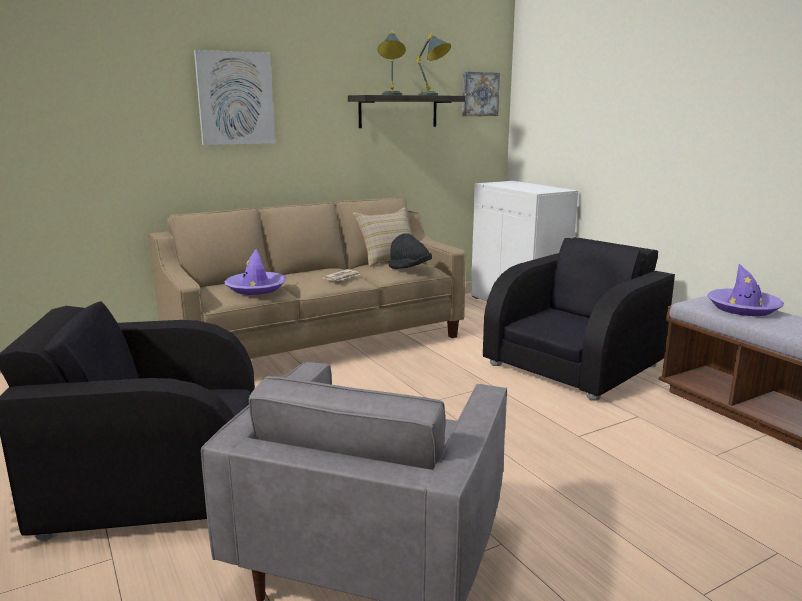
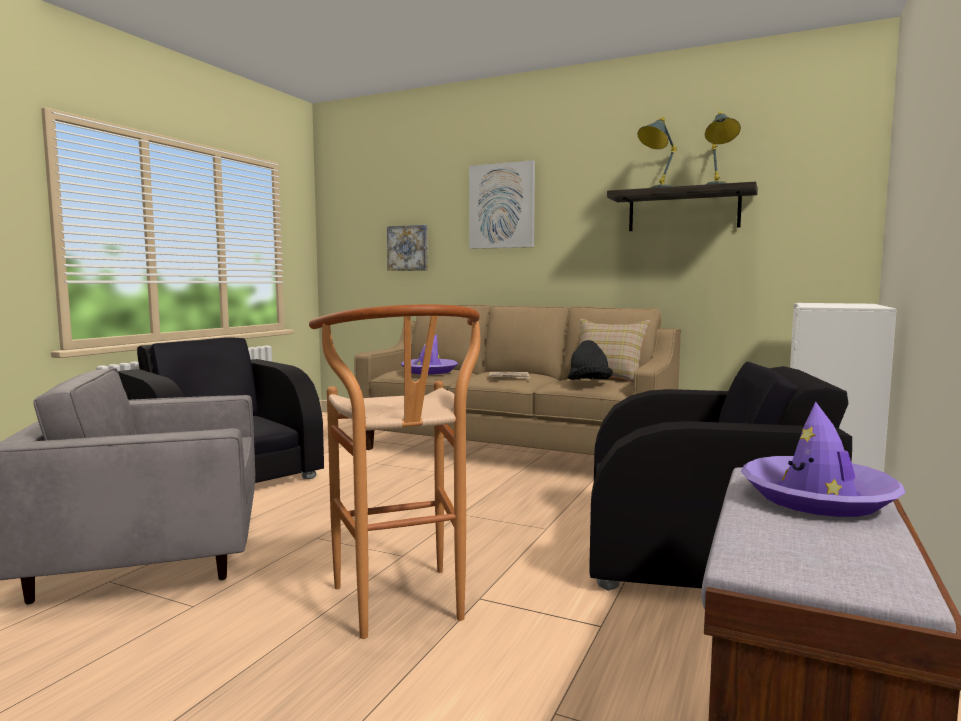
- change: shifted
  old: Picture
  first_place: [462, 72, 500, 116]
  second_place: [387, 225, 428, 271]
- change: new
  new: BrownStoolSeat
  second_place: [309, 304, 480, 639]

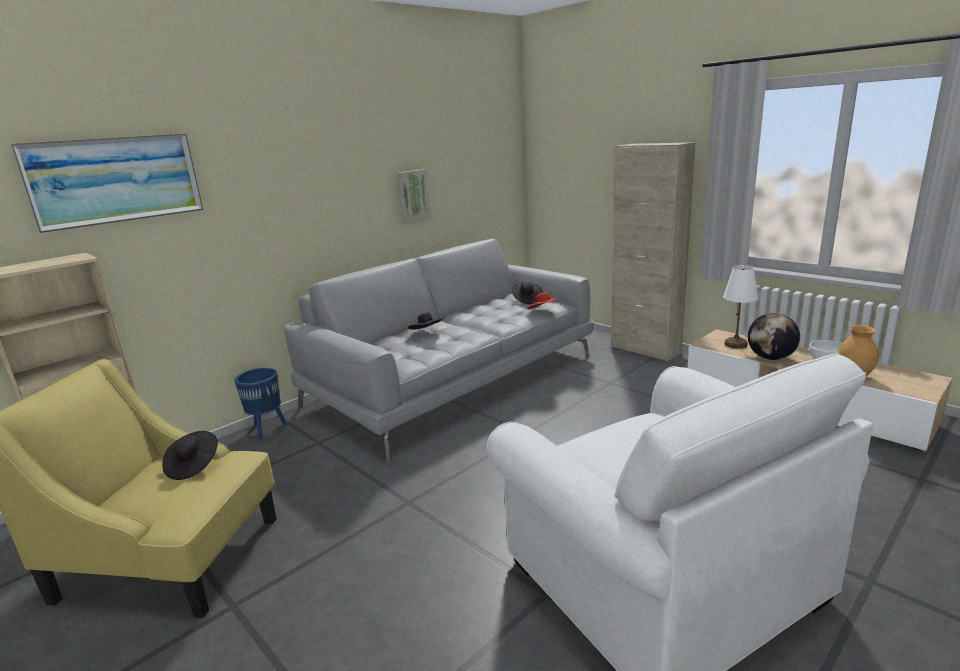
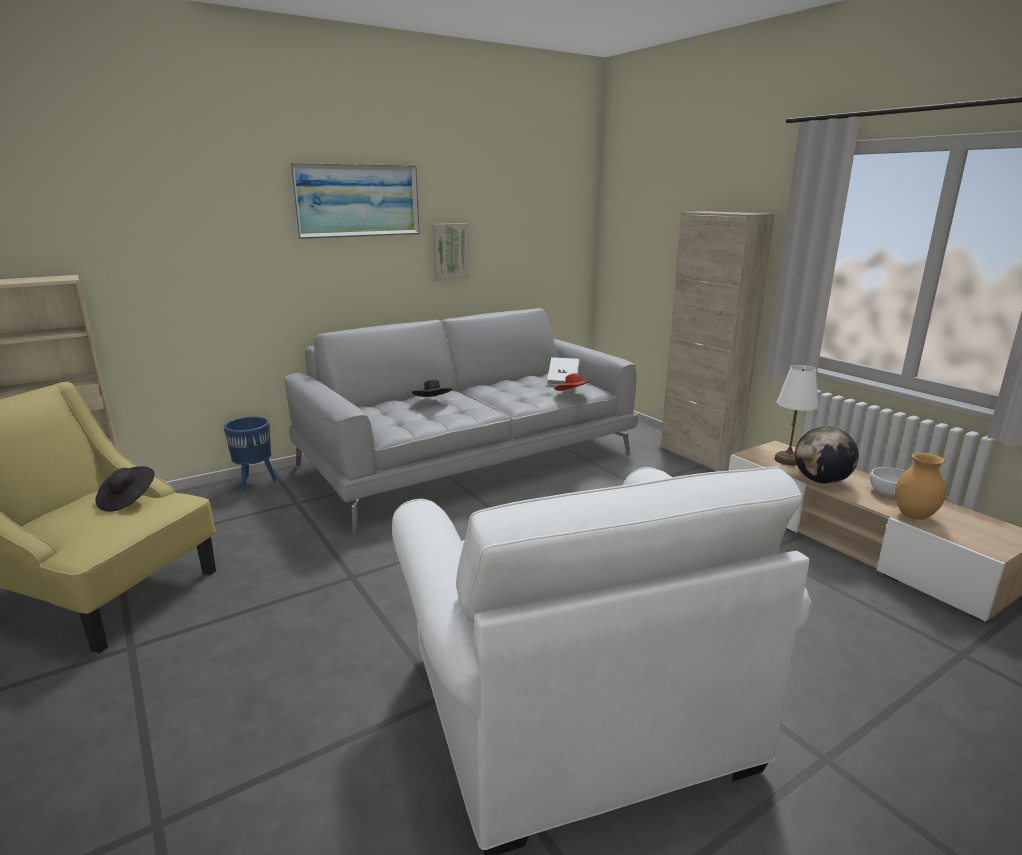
- change: shifted
  old: Picture
  first_place: [10, 133, 204, 233]
  second_place: [289, 163, 420, 239]
- change: swapped
  old: BlackishClothingHat
  new: WhiteColouredBook
  first_place: [512, 281, 543, 304]
  second_place: [547, 357, 580, 385]

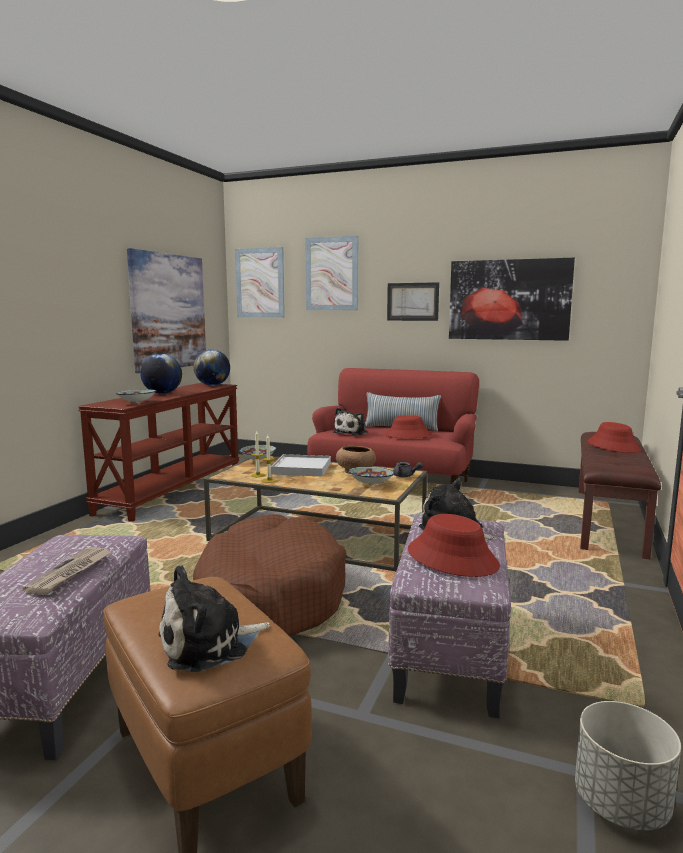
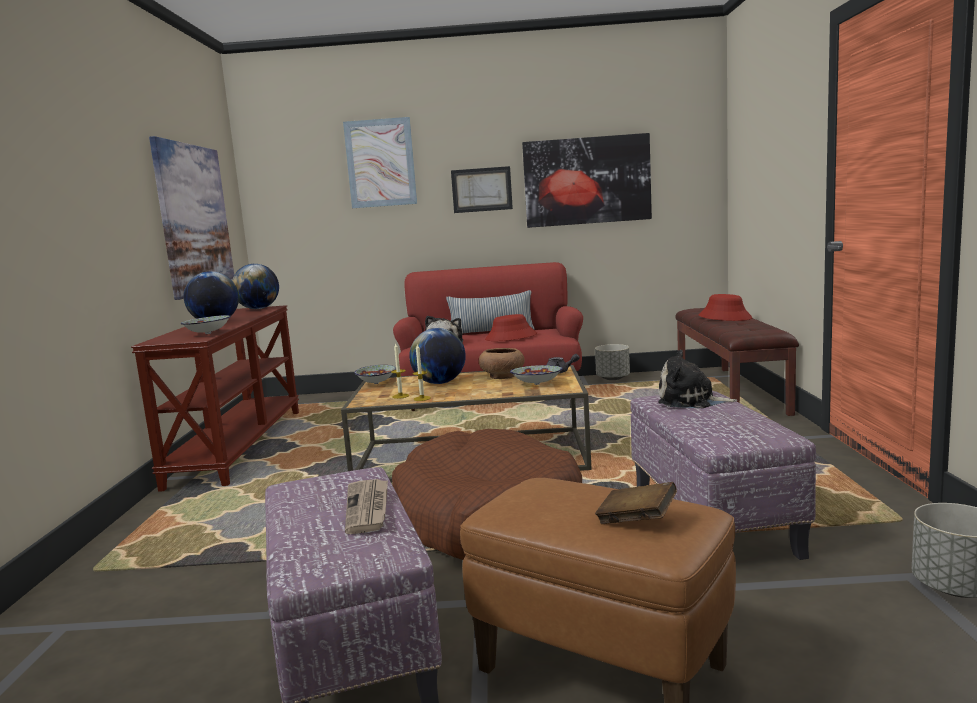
- change: swapped
  old: PlushToy
  new: BrownBook
  first_place: [158, 565, 270, 672]
  second_place: [595, 482, 677, 524]
- change: gone
  old: Picture
  first_place: [235, 247, 285, 318]
- change: swapped
  old: WhiteColouredCarryingTray
  new: DeskGlobe
  first_place: [271, 454, 331, 476]
  second_place: [409, 328, 466, 384]
- change: gone
  old: RedColouredClothingHat
  first_place: [408, 514, 500, 577]
- change: new
  new: GrayPlantPot
  second_place: [595, 344, 630, 380]

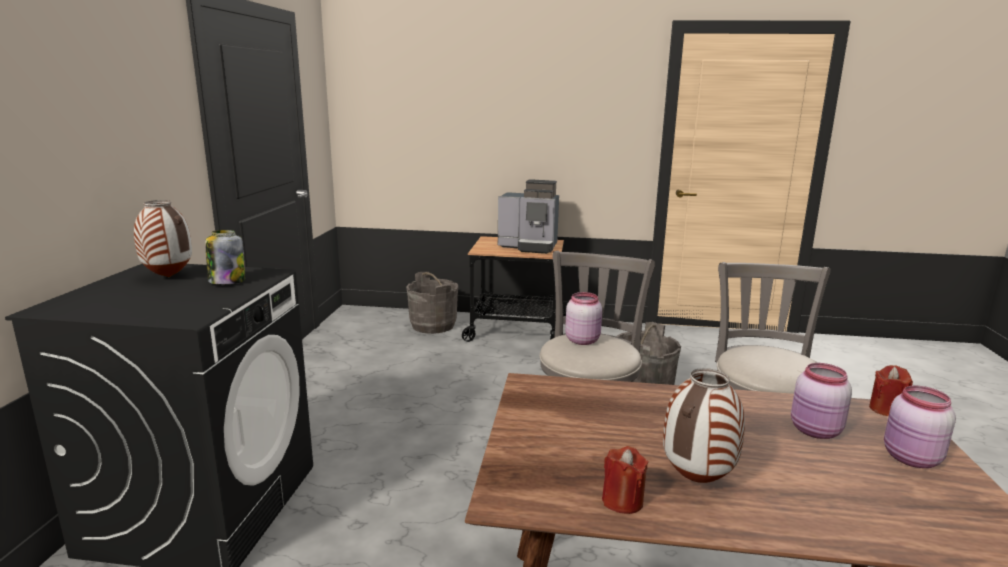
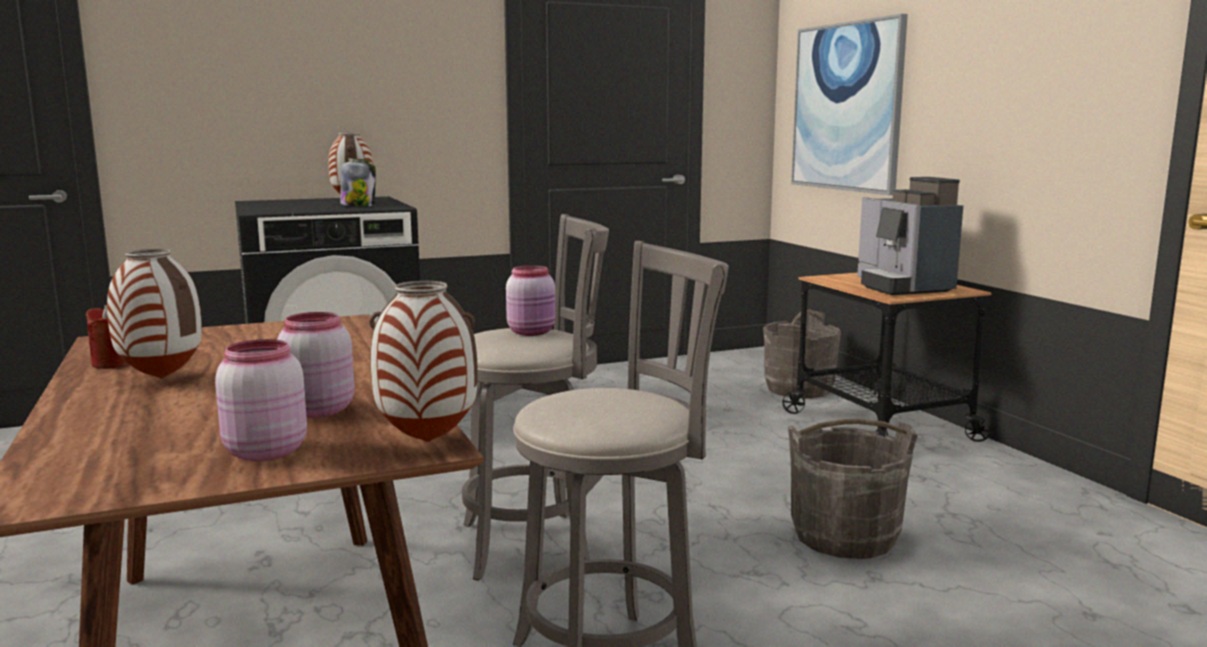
- change: swapped
  old: RedColouredCandle
  new: Vase
  first_place: [869, 365, 913, 416]
  second_place: [369, 281, 478, 442]
- change: new
  new: Picture
  second_place: [791, 14, 908, 195]

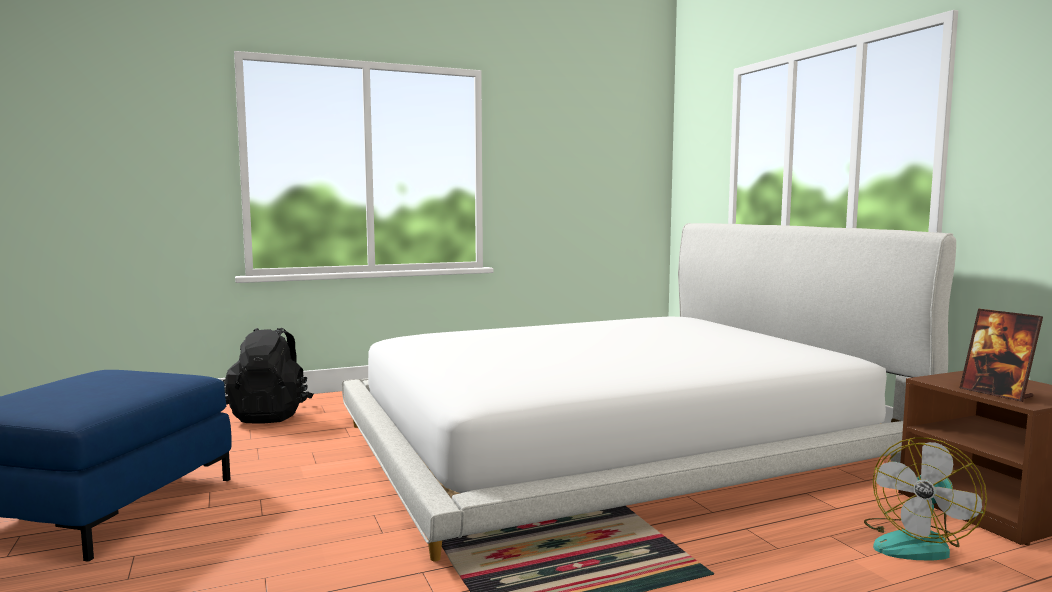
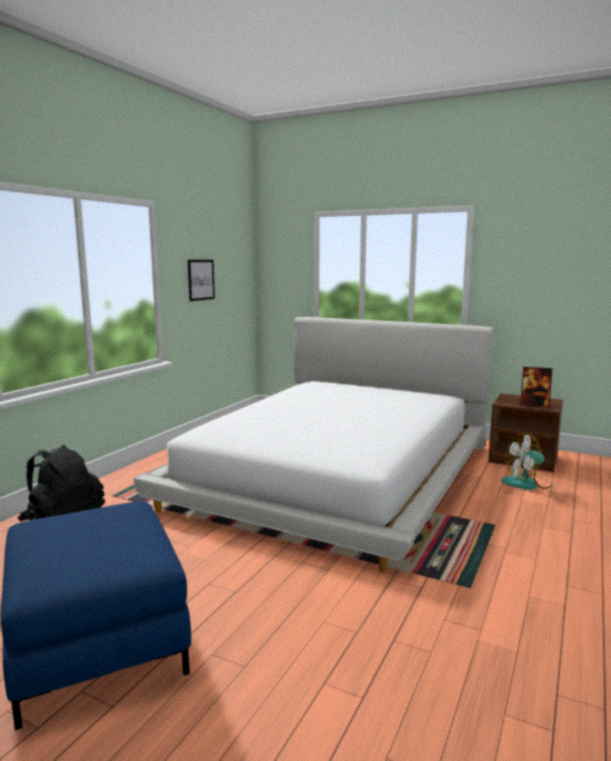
- change: rotated
  old: ElectricFan
  first_place: [864, 438, 987, 561]
  second_place: [501, 432, 553, 490]
  degrees: 75
- change: new
  new: Picture
  second_place: [188, 260, 215, 301]

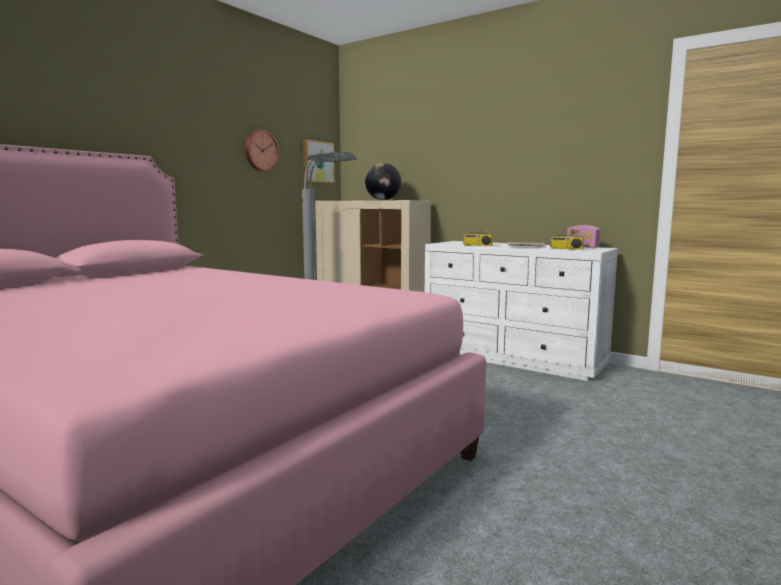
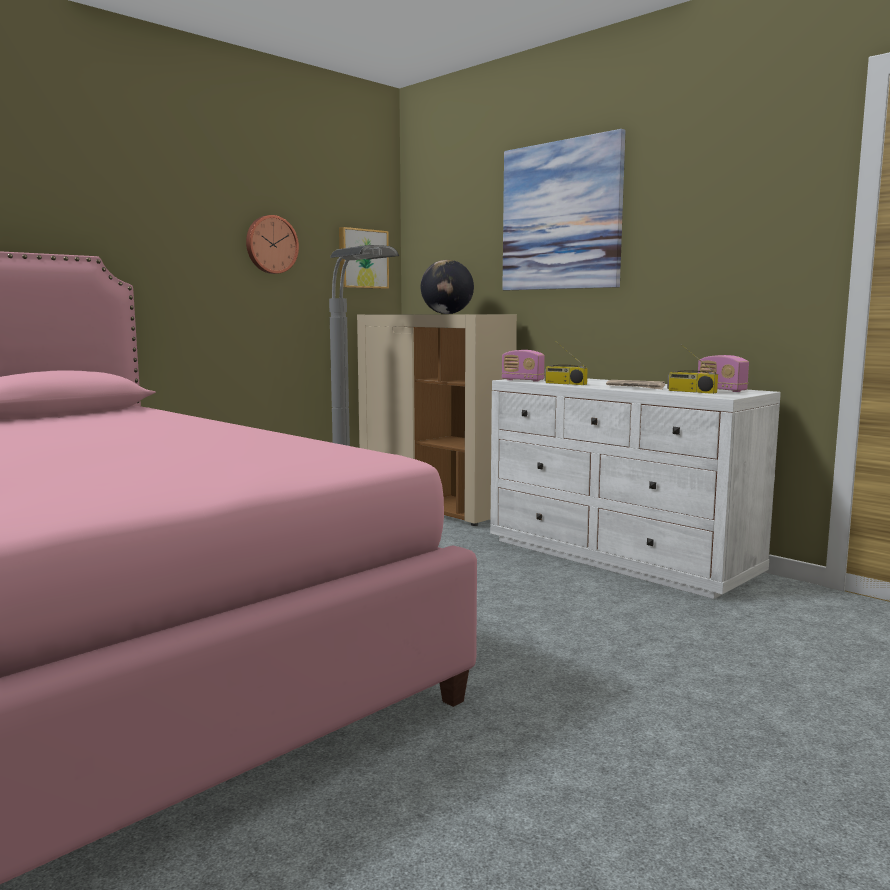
- change: new
  new: Picture
  second_place: [502, 129, 626, 290]
- change: new
  new: RadioSet
  second_place: [502, 350, 545, 382]

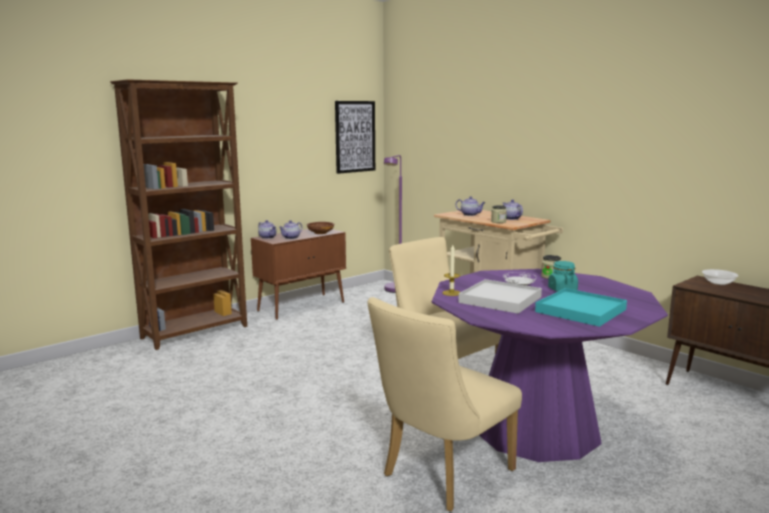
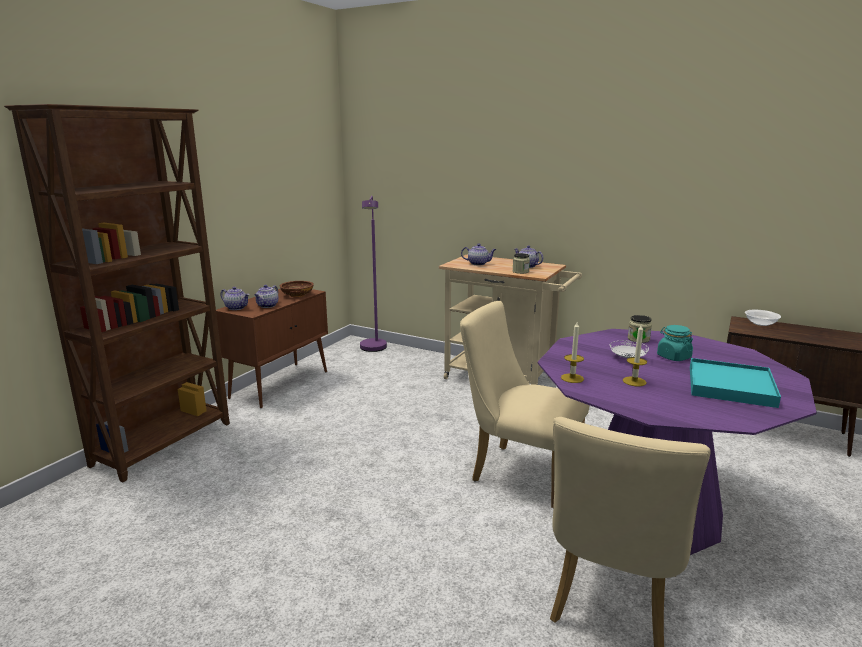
- change: gone
  old: Picture
  first_place: [335, 101, 375, 174]
- change: swapped
  old: WhiteColouredCarryingTray
  new: Candle
  first_place: [458, 279, 542, 314]
  second_place: [623, 323, 647, 386]

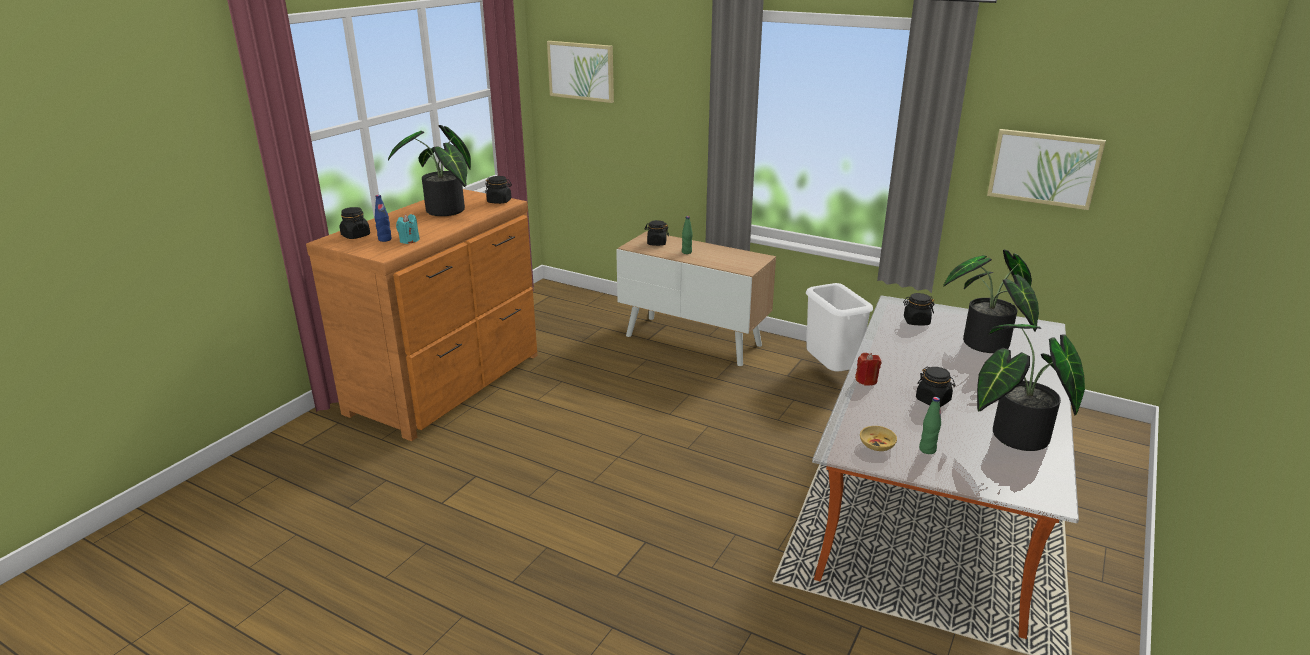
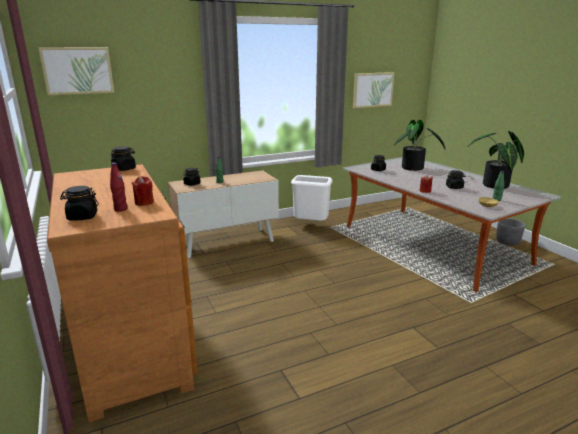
- change: repainted
  old: BlueColouredDrinkBottle
  new: RedColouredDrinkBottle
  first_place: [375, 195, 392, 242]
  second_place: [110, 163, 128, 212]
- change: gone
  old: Houseplant
  first_place: [388, 125, 471, 216]
- change: repainted
  old: TurquoiseColouredCandle
  new: RedColouredCandle
  first_place: [396, 214, 420, 244]
  second_place: [132, 176, 154, 206]
- change: new
  new: GrayPlantPot
  second_place: [496, 218, 525, 246]

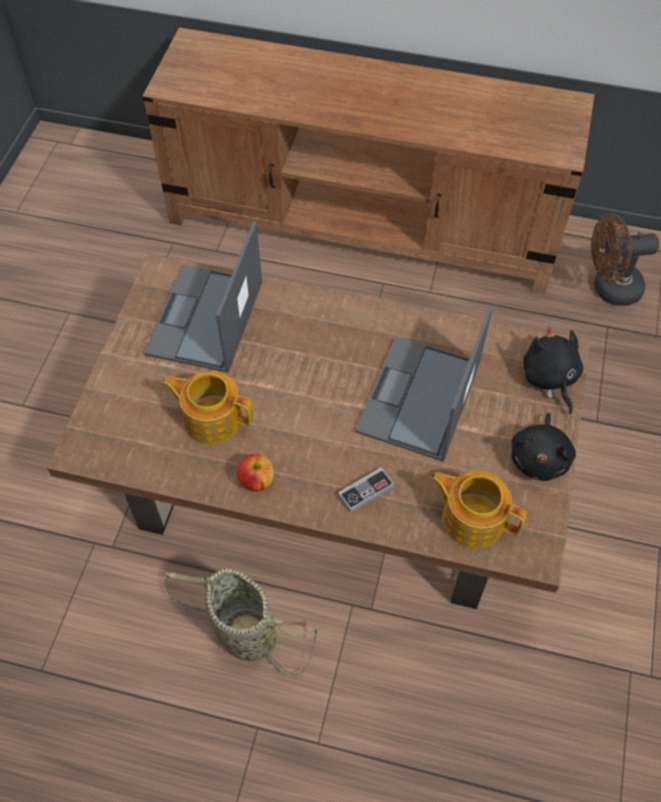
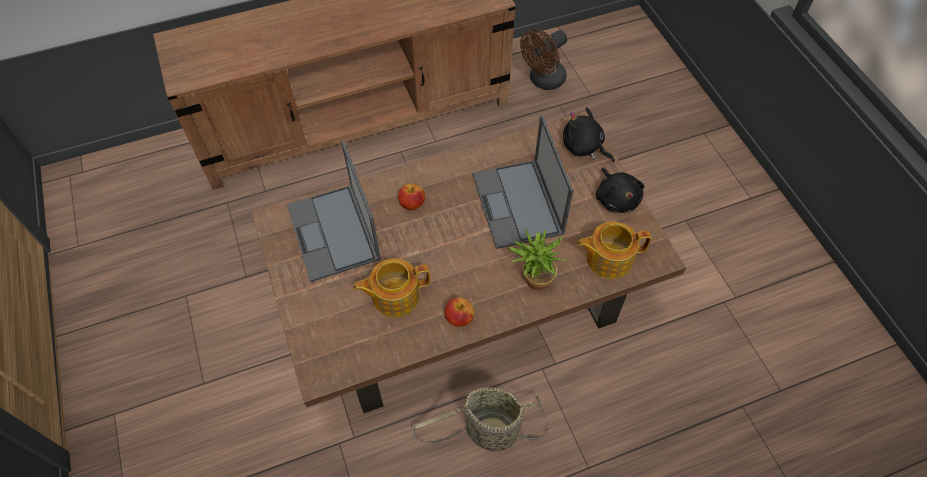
- change: swapped
  old: GameController
  new: Houseplant
  first_place: [338, 467, 394, 513]
  second_place: [509, 229, 566, 290]
- change: new
  new: WholeApple
  second_place: [398, 184, 425, 210]

